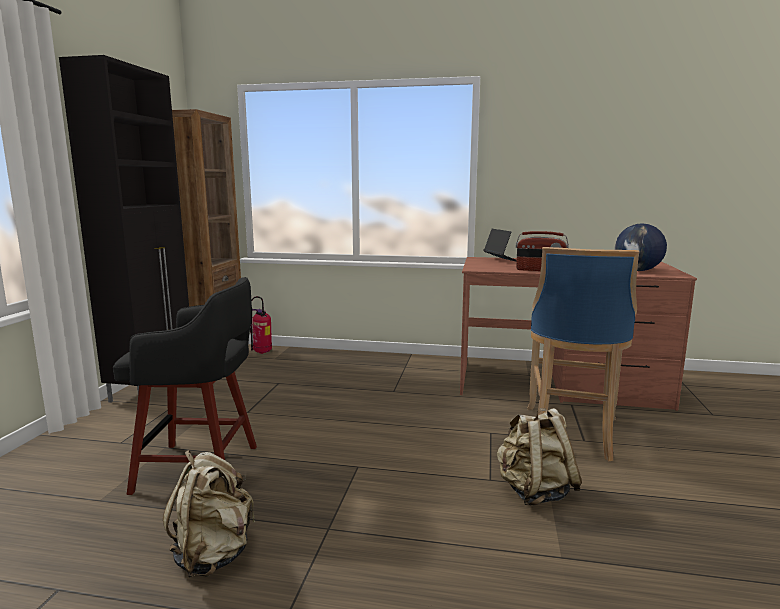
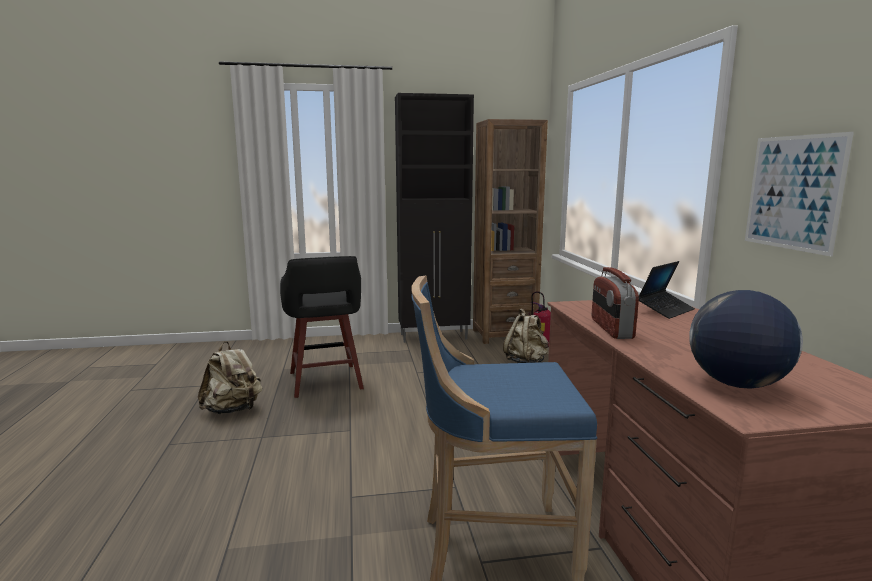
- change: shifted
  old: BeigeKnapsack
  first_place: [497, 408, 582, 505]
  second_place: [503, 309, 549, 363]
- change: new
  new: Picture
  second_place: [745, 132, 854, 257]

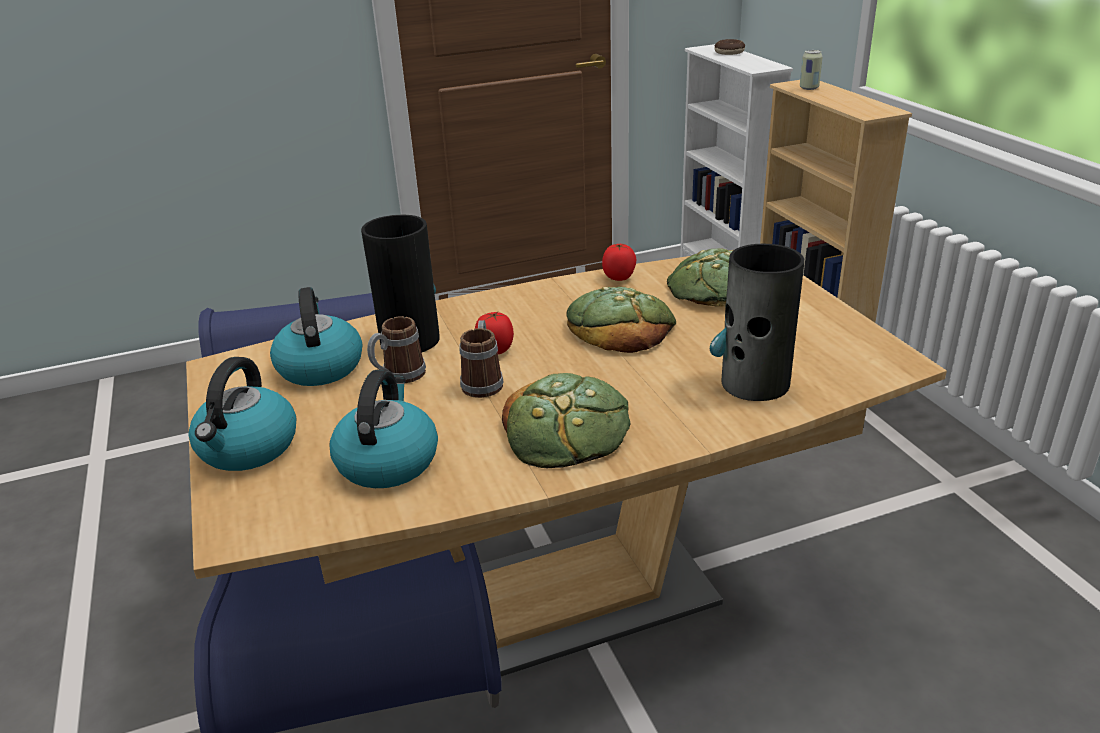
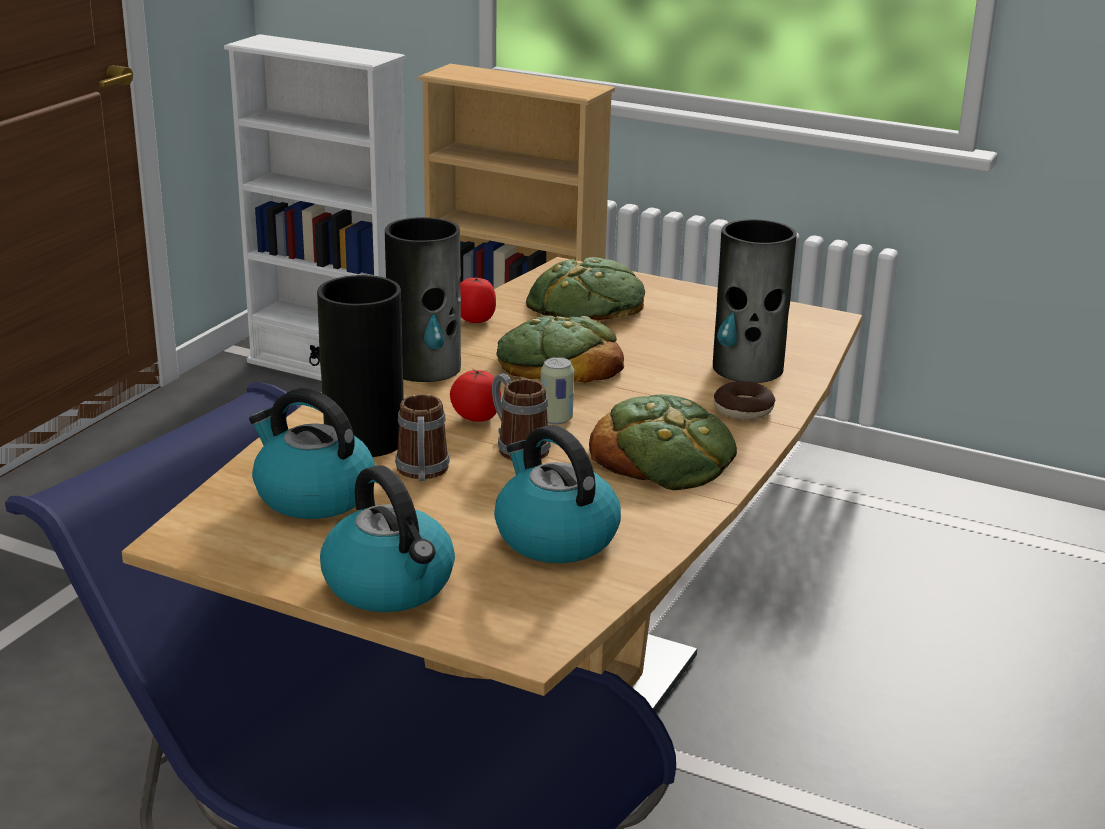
- change: shifted
  old: Donut
  first_place: [715, 39, 745, 55]
  second_place: [714, 381, 776, 420]
- change: shifted
  old: Can
  first_place: [800, 50, 823, 90]
  second_place: [541, 357, 574, 425]
- change: new
  new: Vase
  second_place: [385, 217, 461, 382]

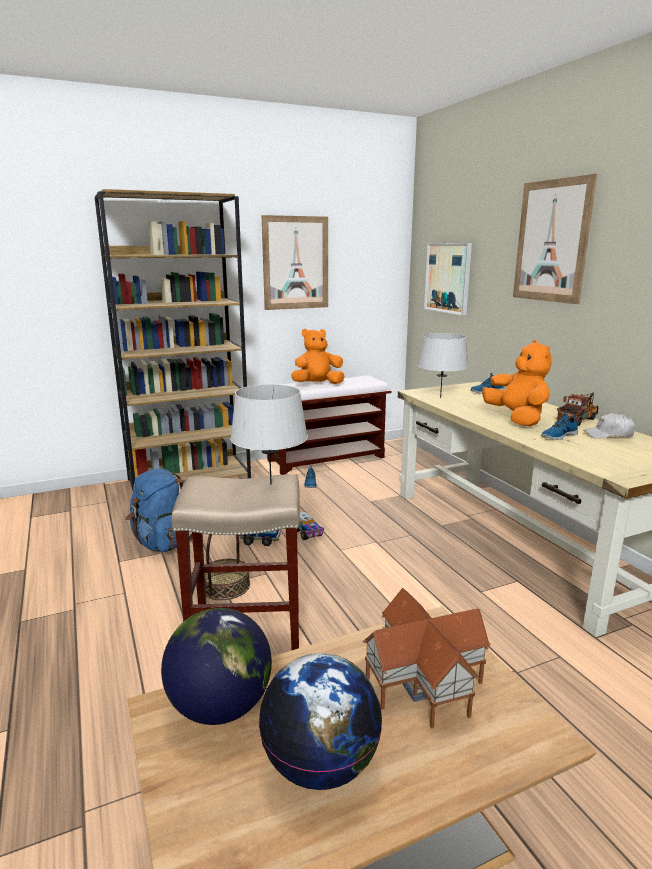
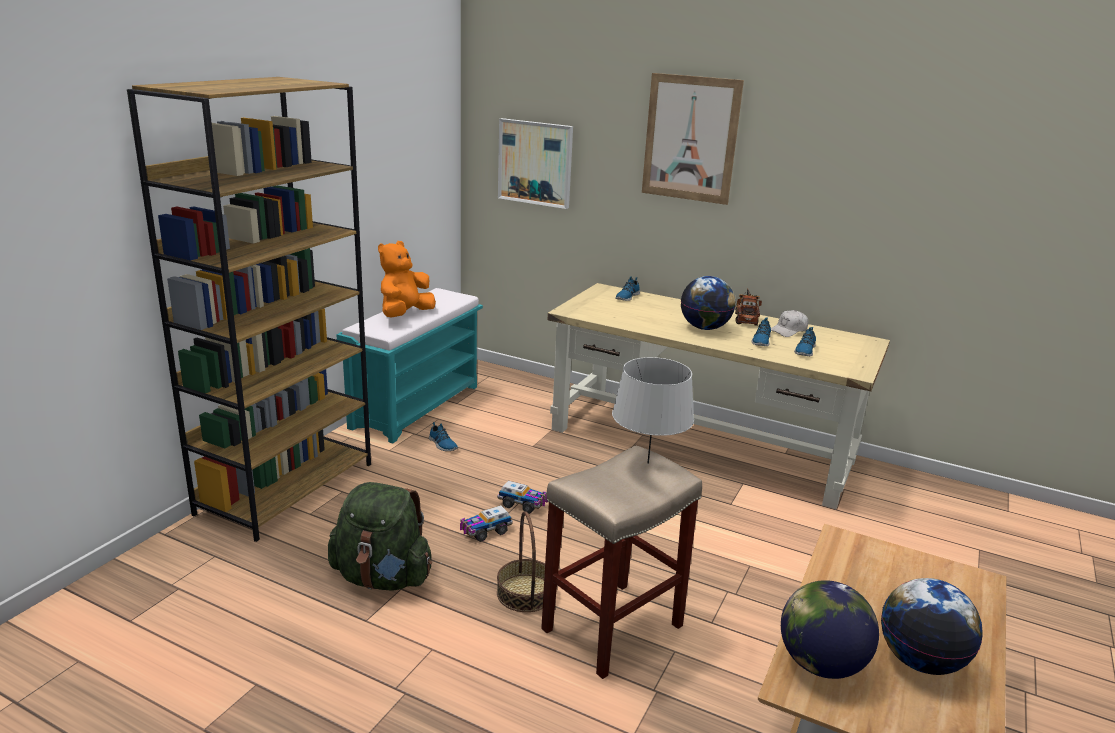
- change: repainted
  old: BlueColouredKnapsack
  new: GreenishKnapsack
  first_place: [125, 468, 193, 552]
  second_place: [328, 482, 432, 591]
- change: gone
  old: Picture
  first_place: [261, 215, 328, 310]
- change: repainted
  old: BrownLongSeat
  new: TurquoiseColouredLongSeat
  first_place: [267, 375, 392, 475]
  second_place: [336, 288, 483, 443]
- change: gone
  old: MiniatureHouse
  first_place: [363, 588, 491, 728]
- change: gone
  old: GrayTabletopLamp
  first_place: [418, 333, 468, 398]
- change: swapped
  old: OrangeColouredPlushToy
  new: DeskGlobe
  first_place: [482, 340, 552, 426]
  second_place: [681, 276, 735, 330]
- change: new
  new: ItemOfFootwear
  second_place: [794, 327, 816, 356]

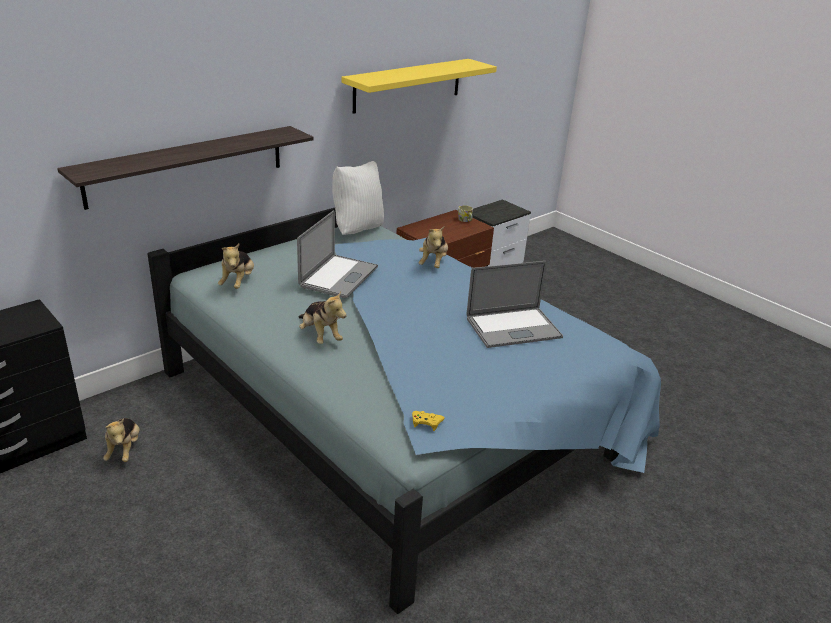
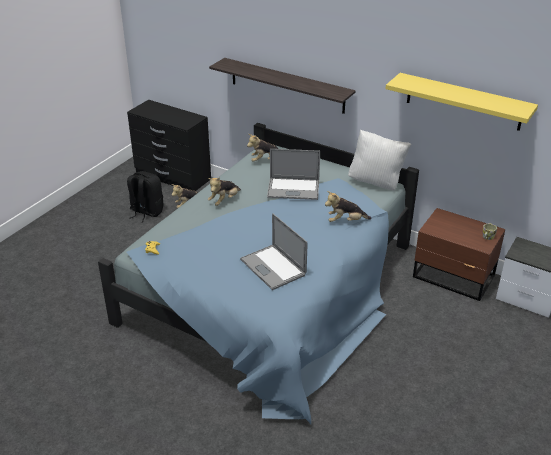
- change: new
  new: BlackishKnapsack
  second_place: [127, 171, 163, 223]

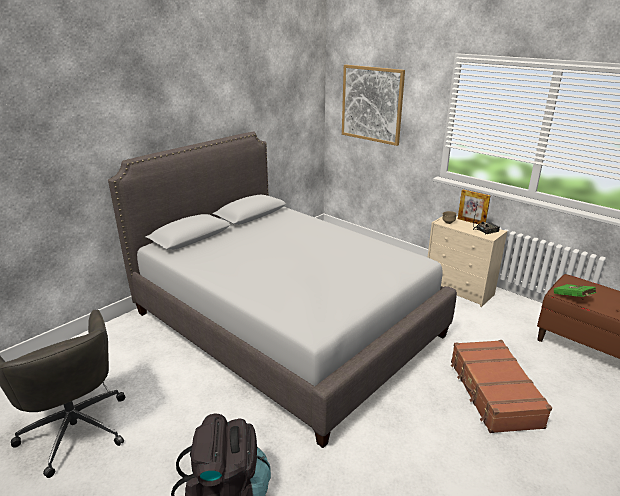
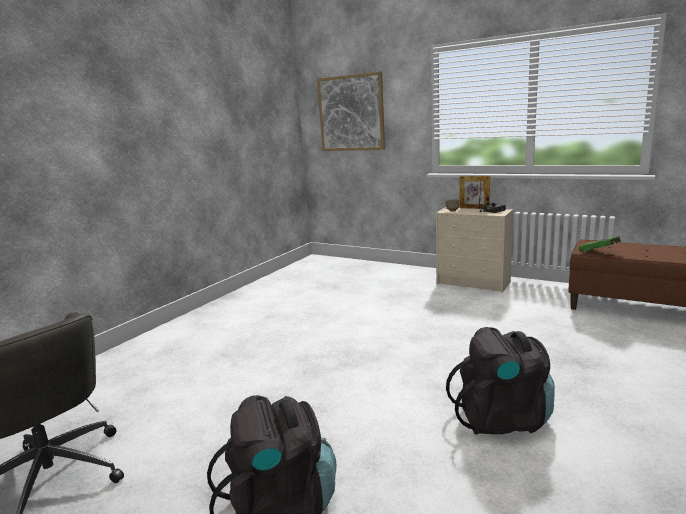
- change: gone
  old: GraySleepingBed
  first_place: [108, 131, 457, 448]
- change: gone
  old: BrownPieceOfLuggage
  first_place: [451, 340, 552, 433]
- change: new
  new: BlackishKnapsack
  second_place: [446, 327, 555, 435]

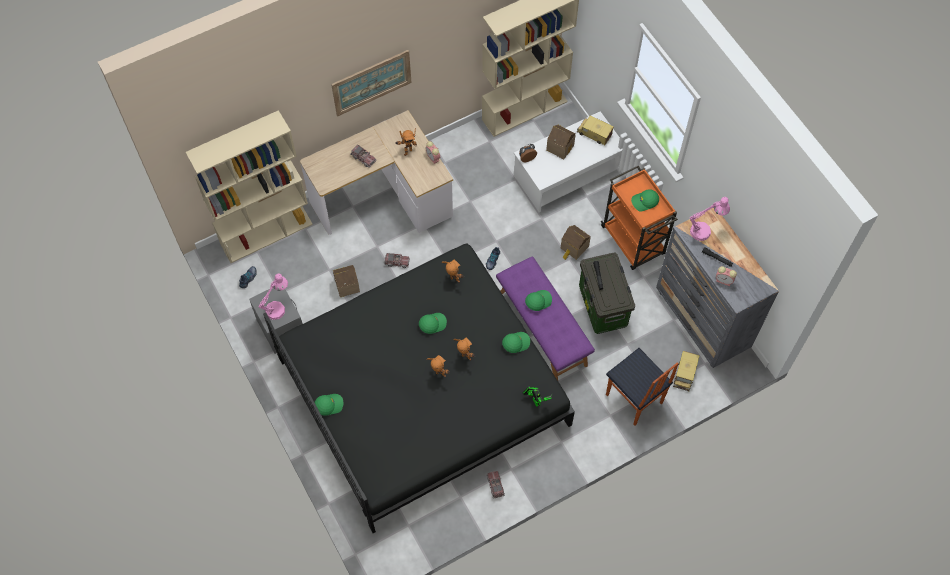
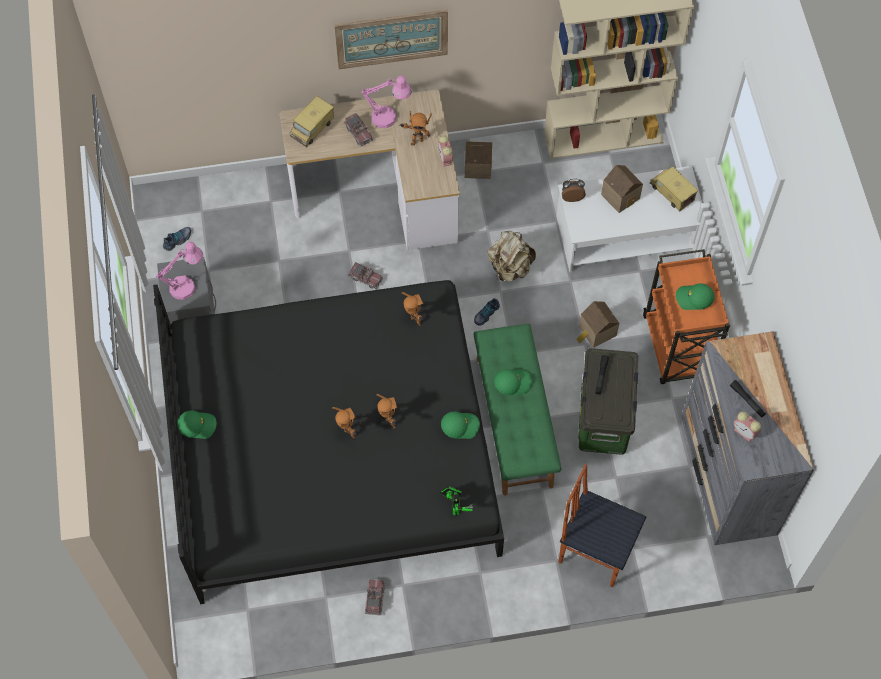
- change: gone
  old: BeigeBookshelf
  first_place: [186, 110, 313, 263]
- change: shifted
  old: MiniatureHouse
  first_place: [333, 265, 360, 297]
  second_place: [465, 141, 492, 179]
- change: gone
  old: GreenishBaseballCap
  first_place: [419, 313, 447, 334]
- change: repainted
  old: PurpleColouredLongSeat
  new: GreenishLongSeat
  first_place: [496, 257, 595, 380]
  second_place: [473, 324, 561, 496]
- change: rotated
  old: UprightChair
  first_place: [606, 348, 679, 425]
  second_place: [558, 464, 646, 587]
  degrees: 135
- change: shifted
  old: ToyLorry
  first_place: [673, 351, 700, 391]
  second_place: [290, 96, 334, 147]
- change: shifted
  old: PinkColouredTabletopLamp
  first_place: [690, 197, 730, 241]
  second_place: [361, 75, 412, 128]
- change: new
  new: BeigeKnapsack
  second_place: [488, 231, 536, 282]

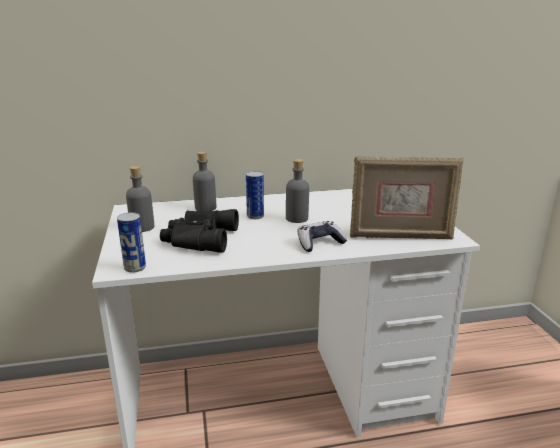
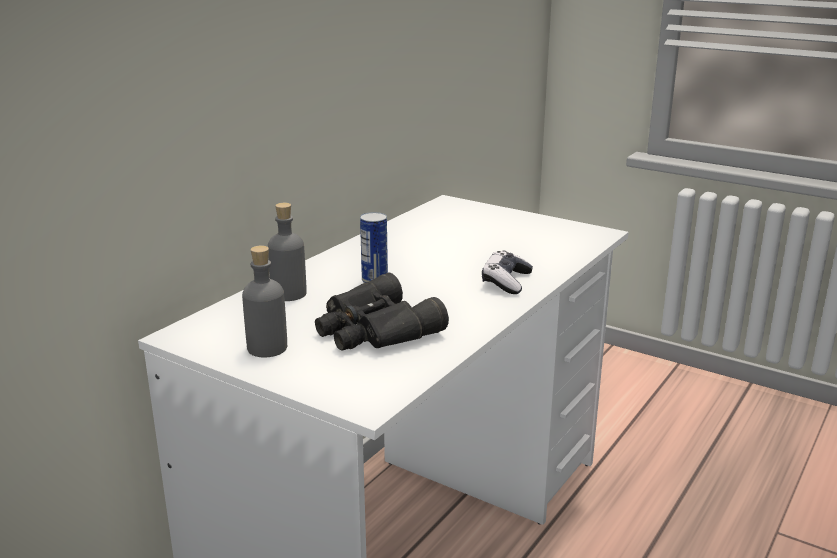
- change: gone
  old: Can
  first_place: [117, 212, 146, 273]
- change: gone
  old: GrayDrinkBottle
  first_place: [286, 159, 309, 223]
- change: gone
  old: StandingFrame
  first_place: [350, 156, 463, 239]

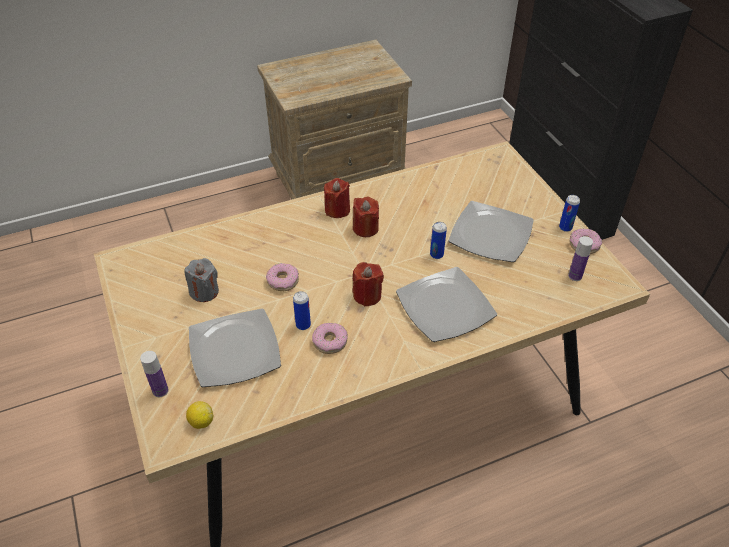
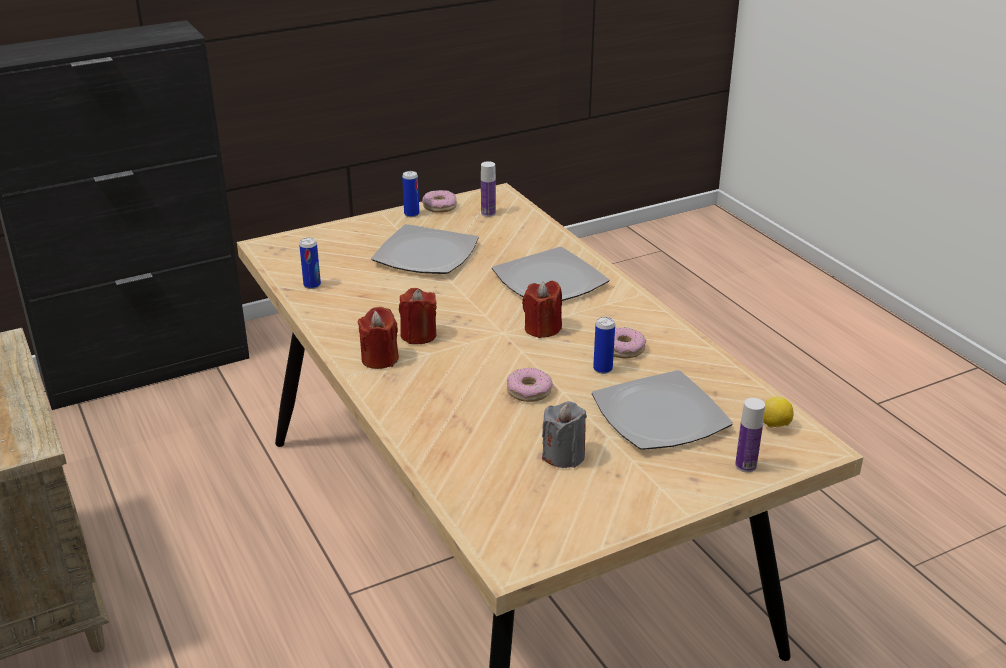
- change: shifted
  old: Can
  first_place: [430, 222, 447, 259]
  second_place: [299, 238, 321, 289]

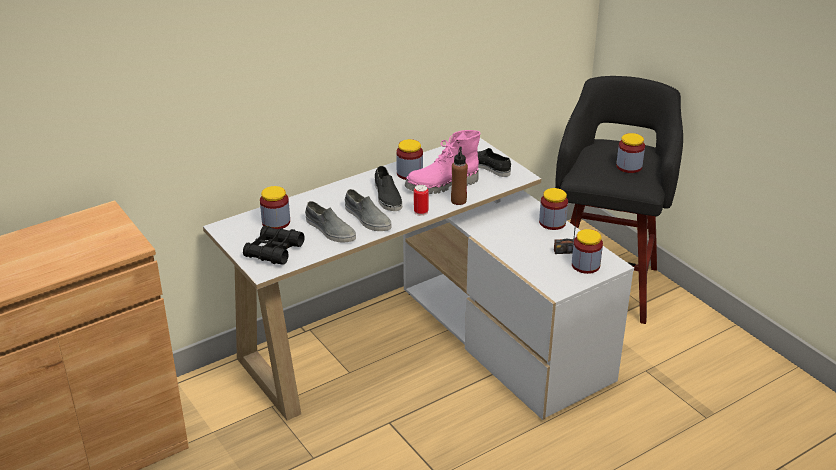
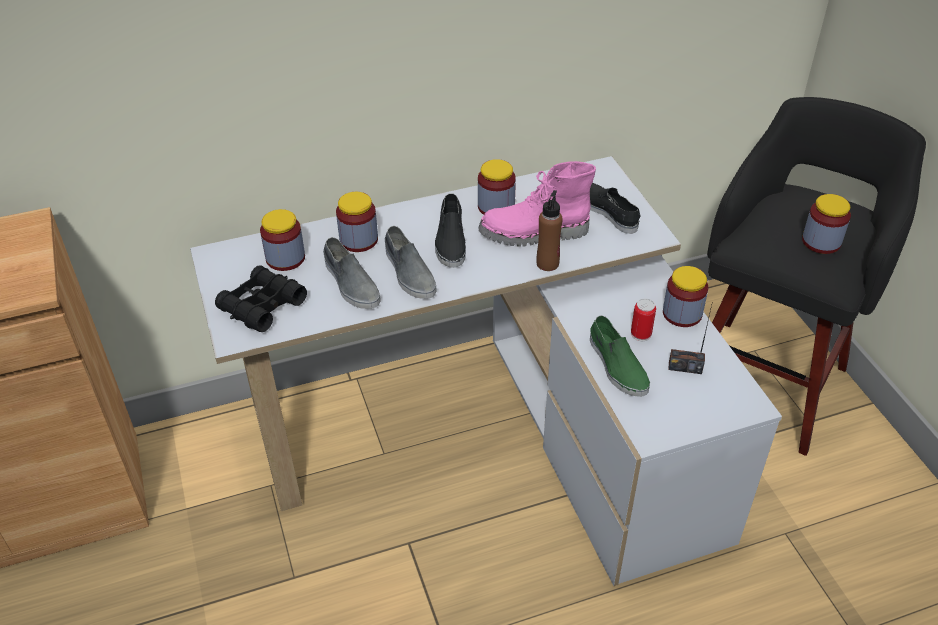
- change: shifted
  old: Can
  first_place: [414, 185, 429, 216]
  second_place: [631, 299, 656, 341]
- change: shifted
  old: PreserveJar
  first_place: [572, 229, 603, 274]
  second_place: [336, 192, 378, 252]
- change: new
  new: GreenishItemOfFootwear
  second_place: [590, 315, 650, 397]

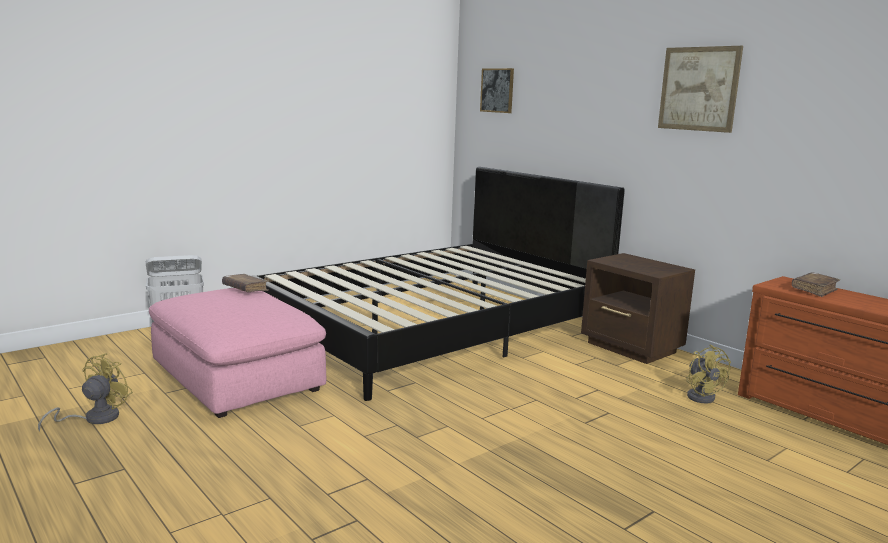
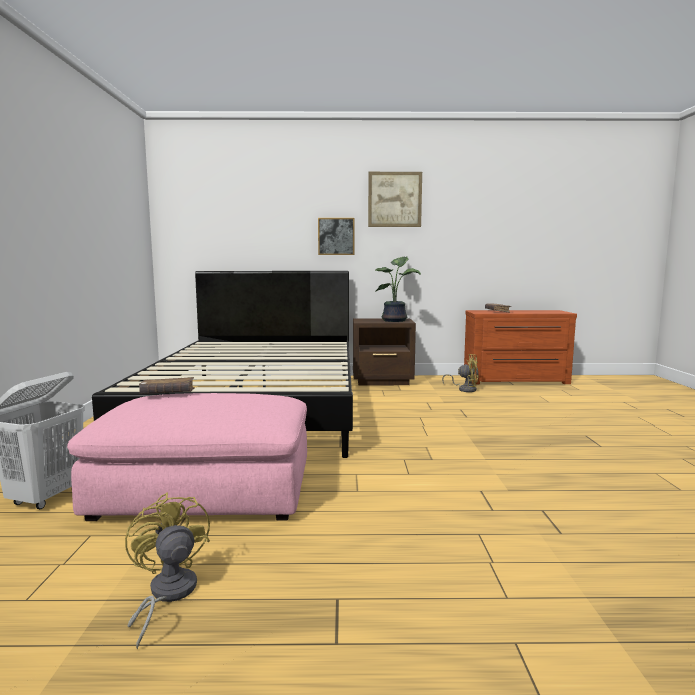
- change: shifted
  old: Picture
  first_place: [480, 68, 514, 113]
  second_place: [318, 218, 355, 255]
- change: new
  new: Houseplant
  second_place: [375, 256, 421, 322]

